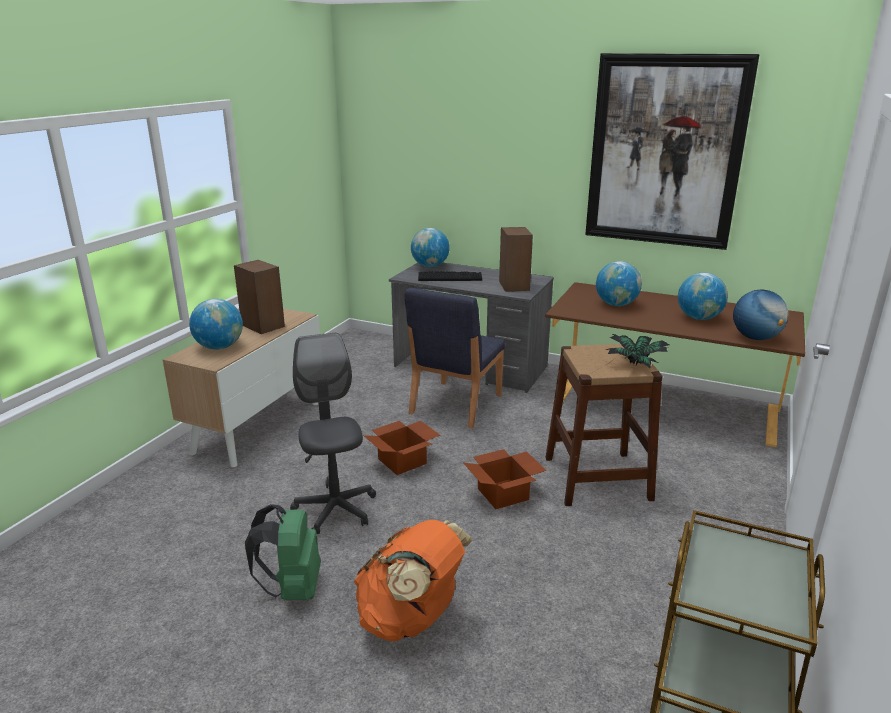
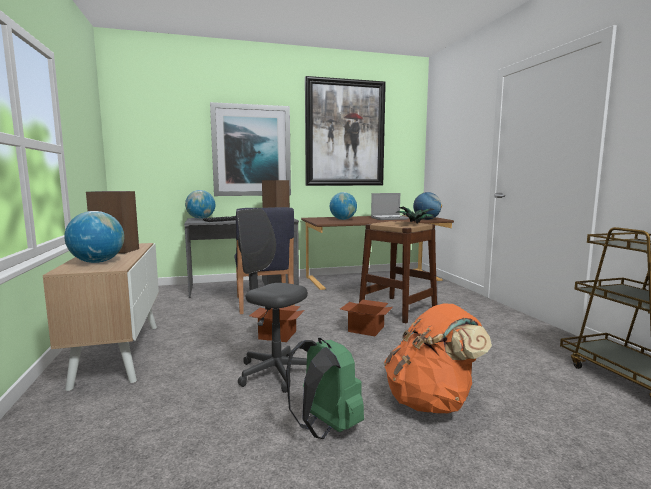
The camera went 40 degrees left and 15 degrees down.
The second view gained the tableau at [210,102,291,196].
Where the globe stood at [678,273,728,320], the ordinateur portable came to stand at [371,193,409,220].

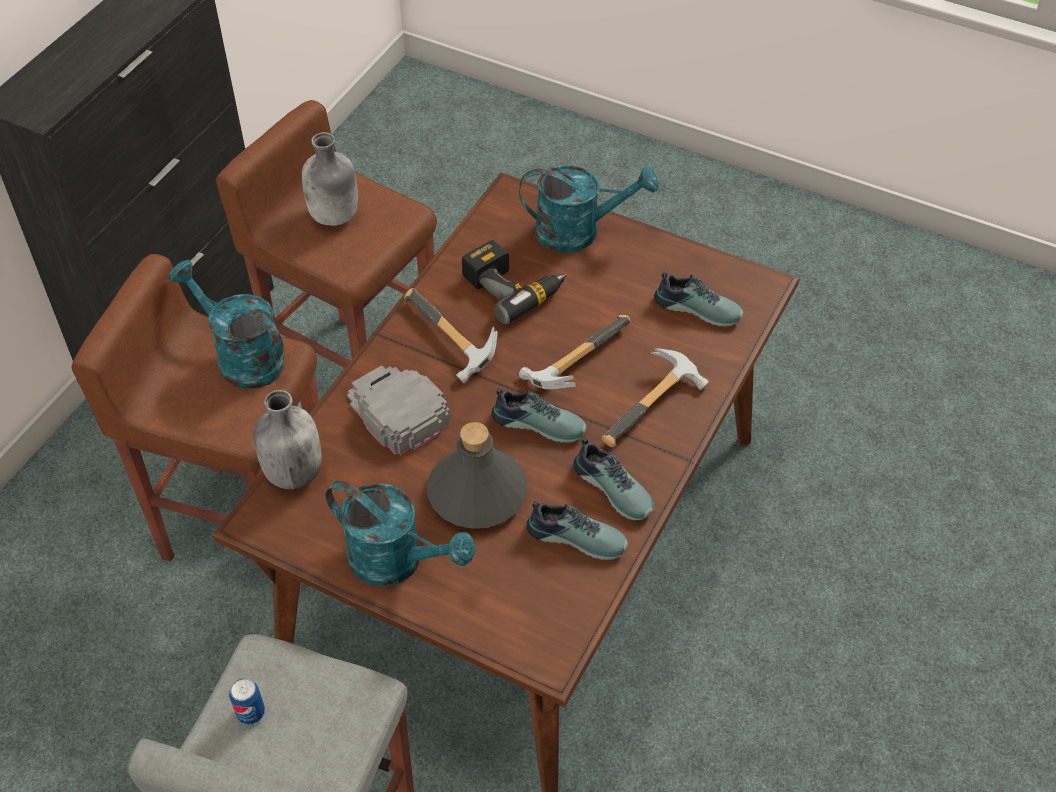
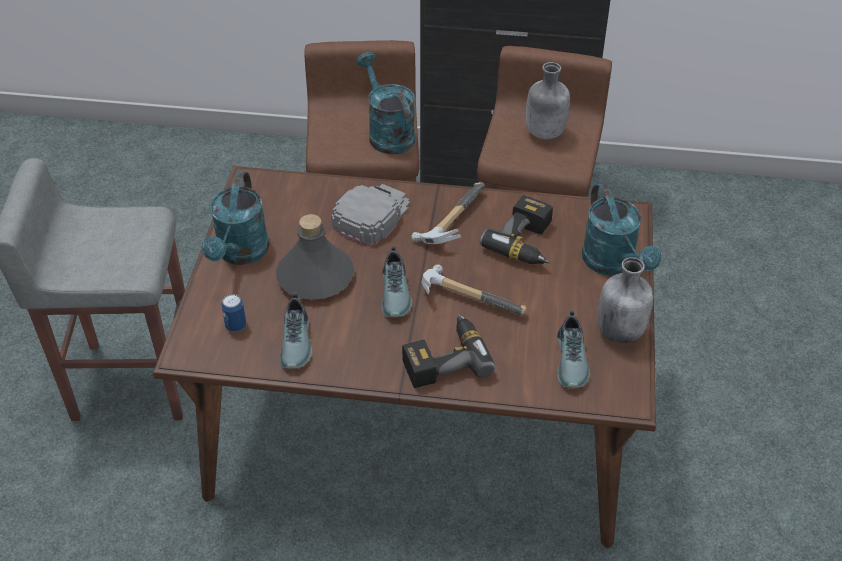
The camera went 70 degrees right and 5 degrees down.
The boîte métallique ended up elsewhere, having gone from [229,678,265,724] to [221,294,246,332].
The arrosoir (turquoise) at [169,260,284,389] ended up facing another way, 45 degrees counterclockwise from before.
Where the marteau stood at [602,348,709,447], the perceuse came to stand at [402,313,495,388].
The bouteille (gris) ended up elsewhere, having gone from [254,390,322,489] to [598,257,653,343].
The second view lost the chaussure at [573,438,654,520].

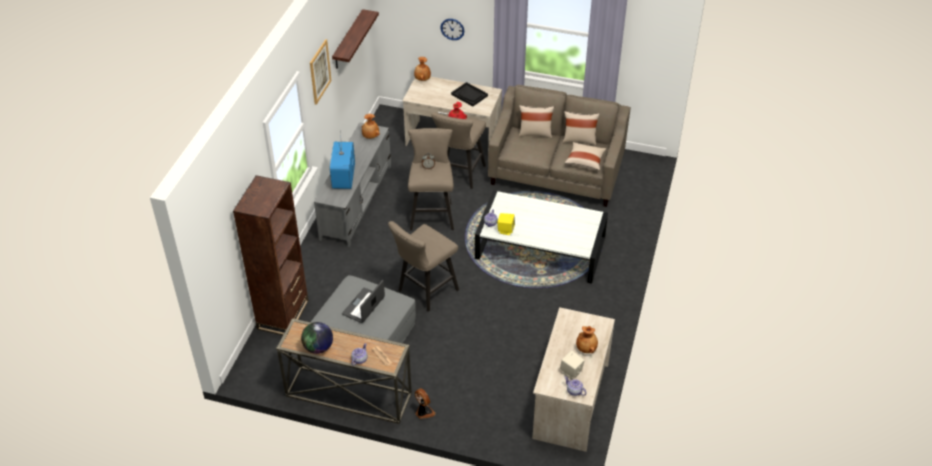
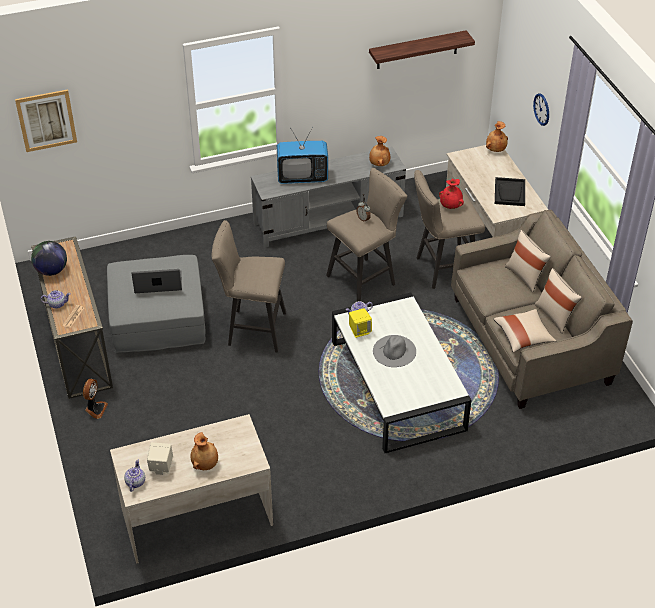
The camera went 55 degrees right and 0 degrees up.
The tableau ended up elsewhere, having gone from [310,39,332,105] to [15,89,77,152].
The téléviseur at [330,142,355,189] ended up facing another way, 150 degrees counterclockwise from before.
The second view gained the chapeau (gris) at [373,335,416,367].
The second view lost the bibliothèque (marron) at [233,175,309,335].

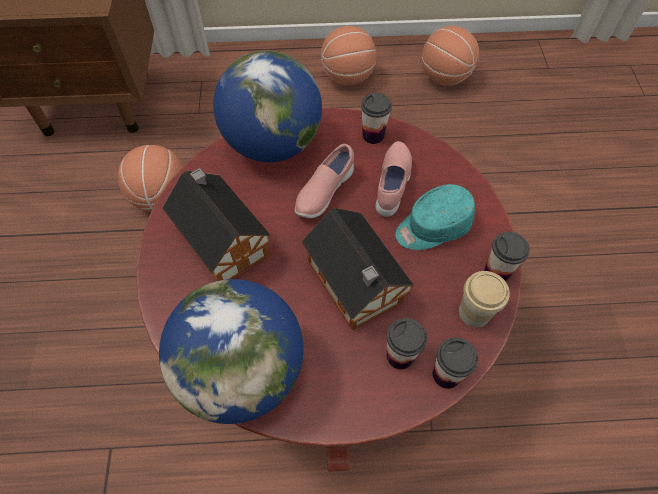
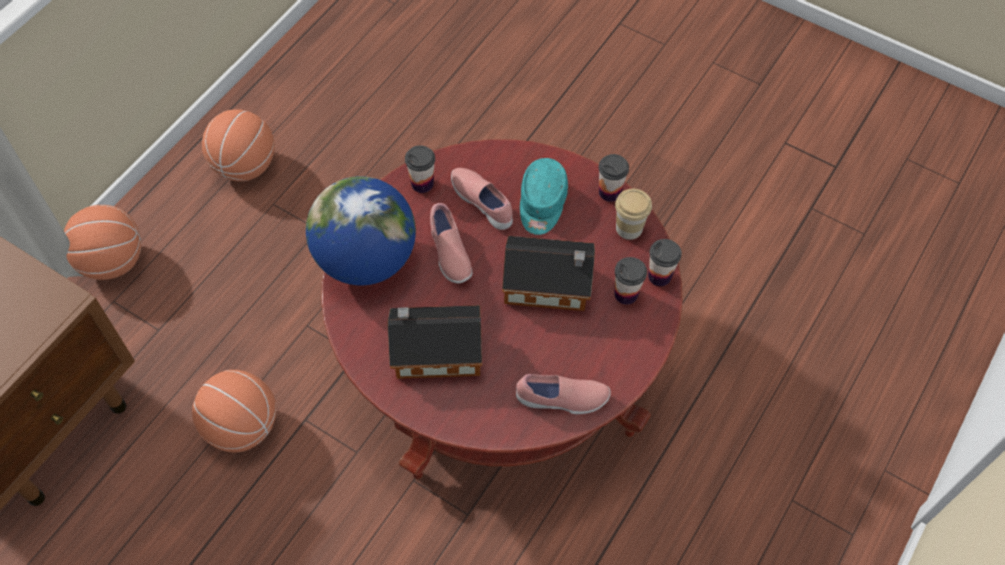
The camera went 55 degrees left and 0 degrees up.
The ballon de basket ended up elsewhere, having gone from [421,26,479,86] to [64,205,141,280].
Where the globe stood at [159,279,304,424], the chaussure (rose) came to stand at [516,374,611,414].

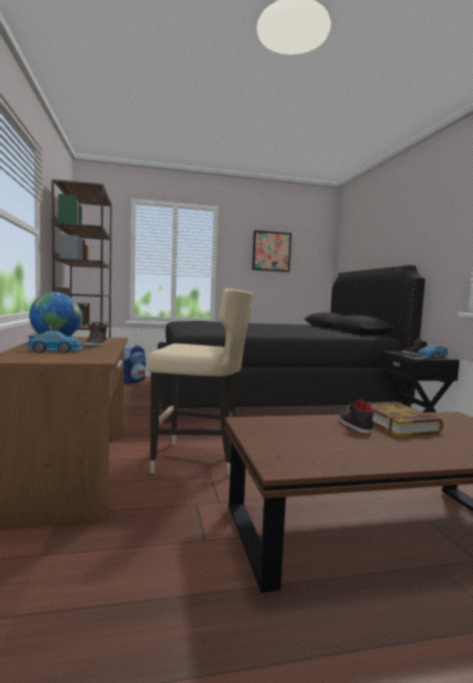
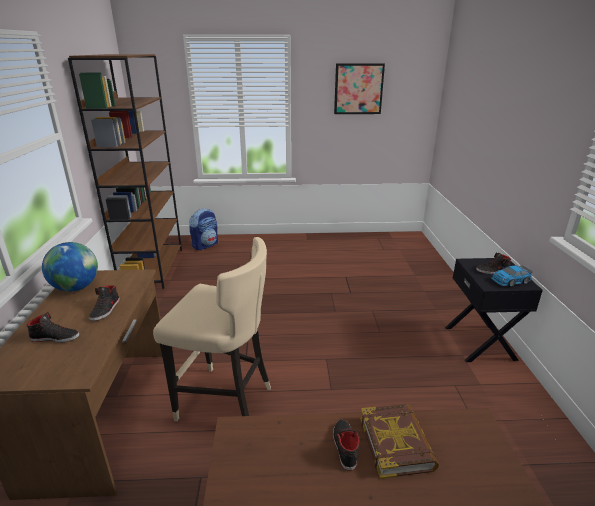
The camera went 10 degrees right and 20 degrees up.
Where the petite voiture stood at [28,331,83,353], the chaussure (noir) came to stand at [27,312,80,343].
The second view lost the lit (noir) at [158,265,425,422].

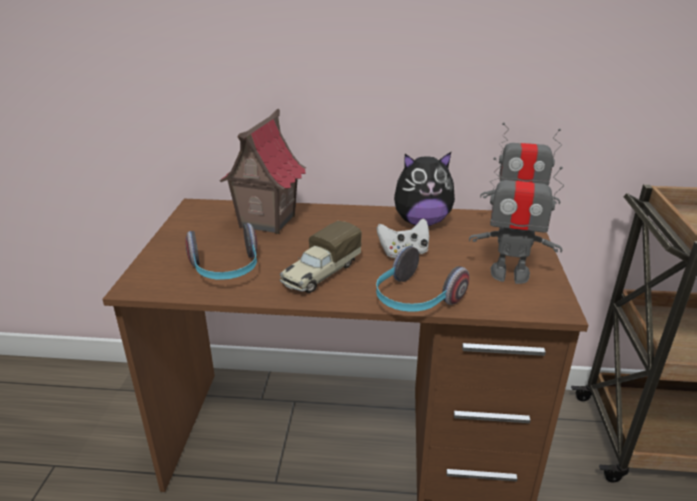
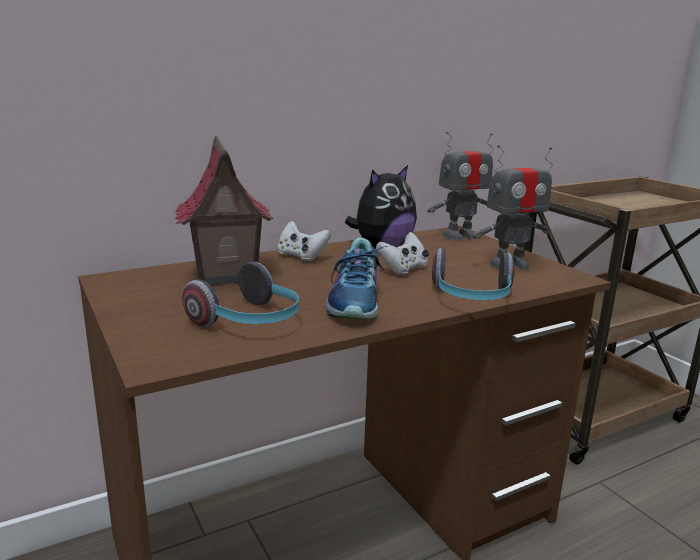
The camera went 35 degrees left and 10 degrees down.
The second view gained the manette (blanc) at [278,221,331,262].
Where the camion jouet stood at [280,221,362,293], the chaussure came to stand at [325,238,389,320].

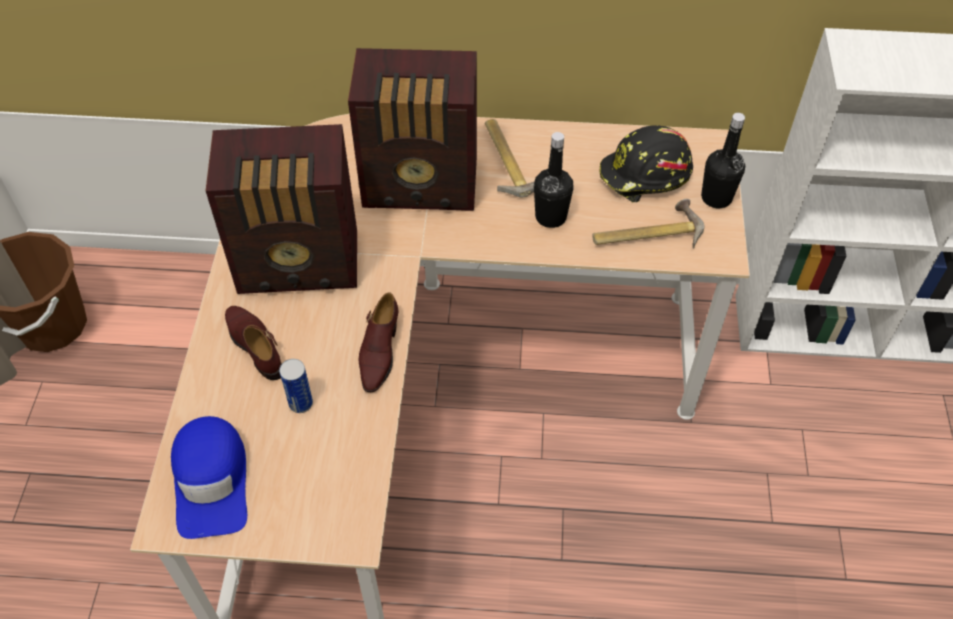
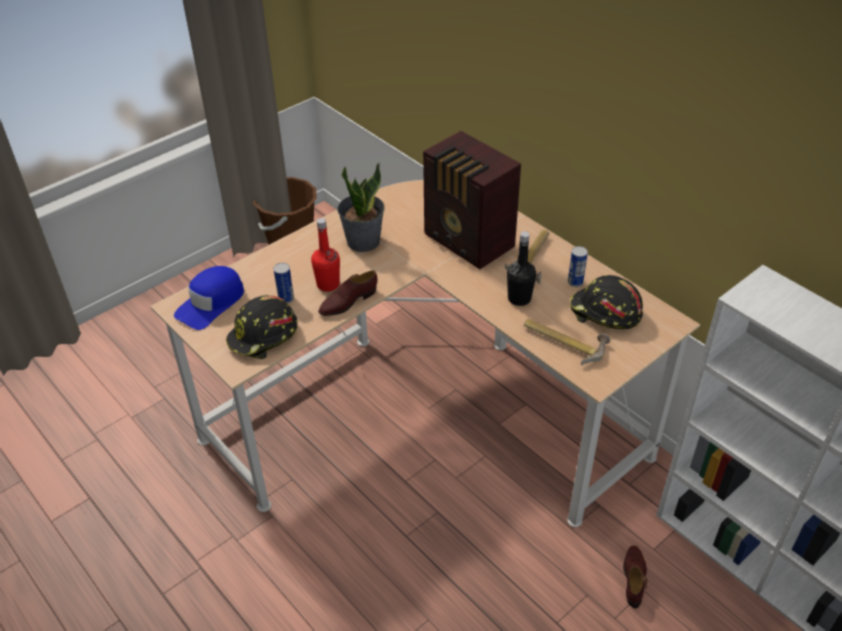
The camera went 45 degrees right and 10 degrees down.
The second view gained the casque de chantier (noir) at [226,295,298,359].
The second view gained the bouteille (rouge) at [311,218,340,292].
Where the radio stood at [206,124,357,294], the plante en pot came to stand at [337,163,385,252].
The second view gained the boîte métallique at [568,246,588,287].
The chaussure (marron) ended up elsewhere, having gone from [225,306,282,380] to [623,546,647,608].
The second view lost the bouteille (noir) at [701,113,745,208].

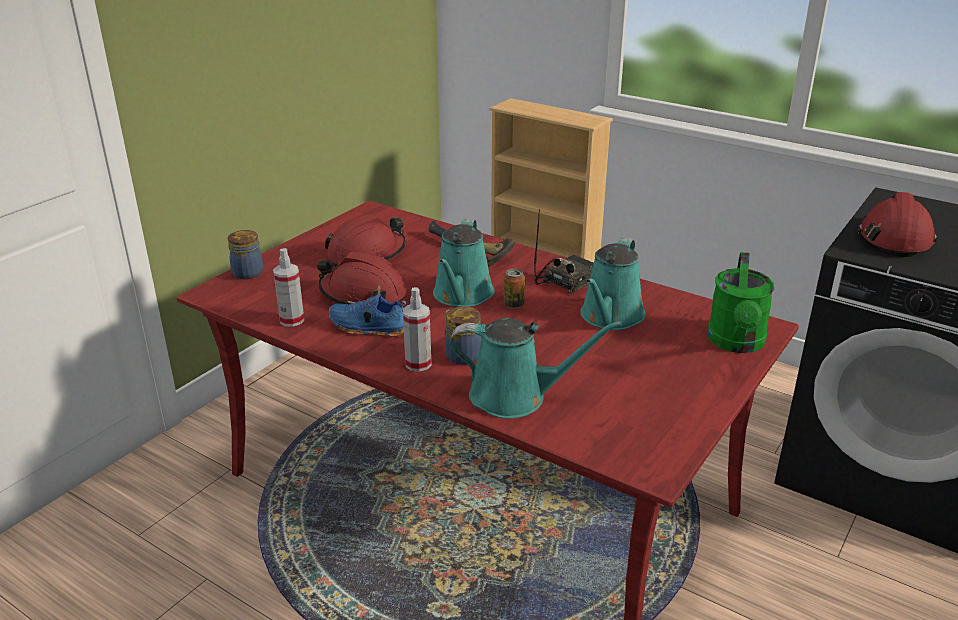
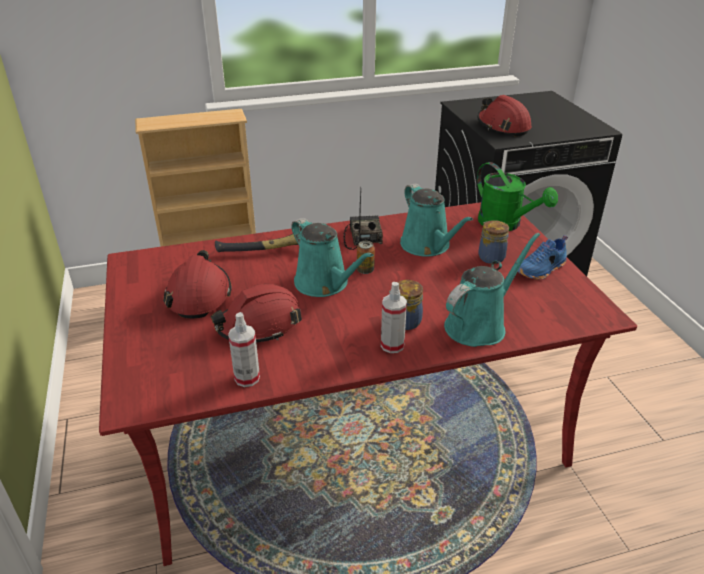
The camera went 50 degrees left and 5 degrees up.
The bocal ended up elsewhere, having gone from [228,230,263,279] to [478,220,509,264].
The chaussure (bleu) ended up elsewhere, having gone from [329,294,406,337] to [517,235,568,280].

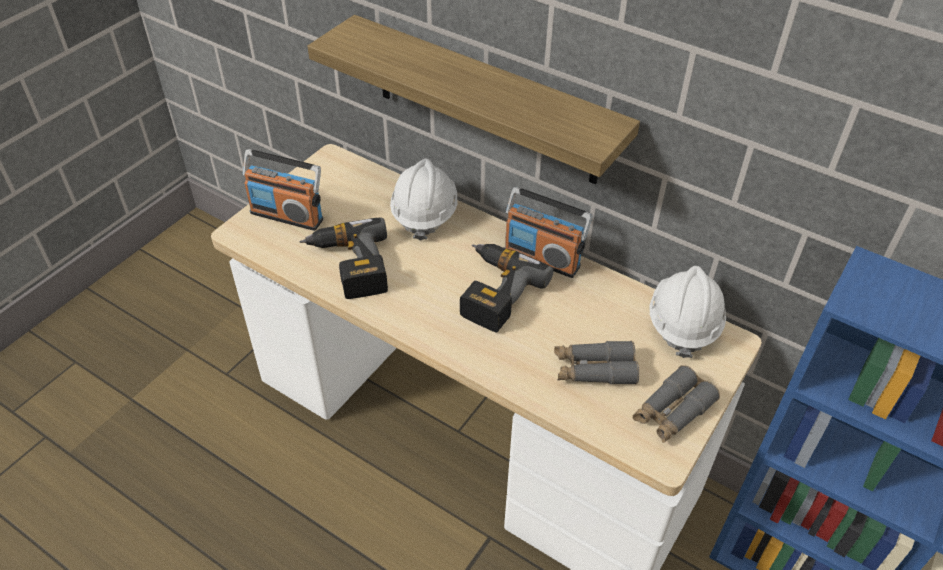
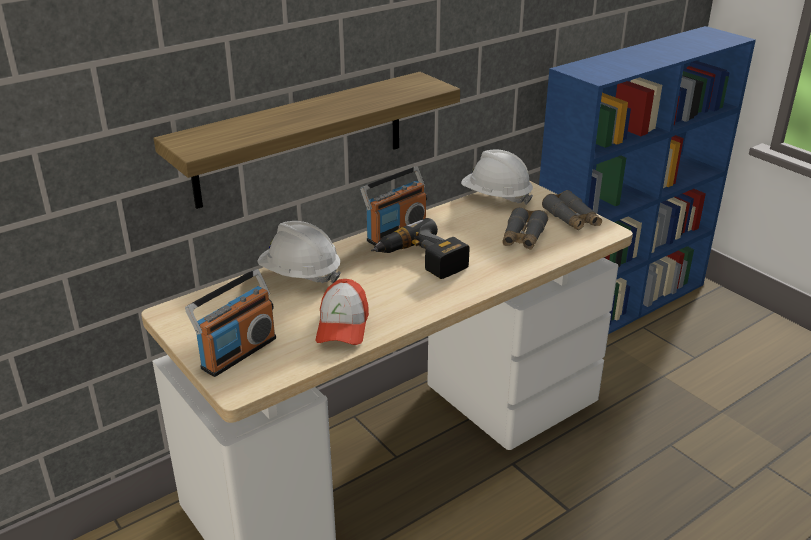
The camera went 70 degrees left and 15 degrees down.
Where the perceuse stood at [299,217,388,299], the casquette came to stand at [316,279,369,345].

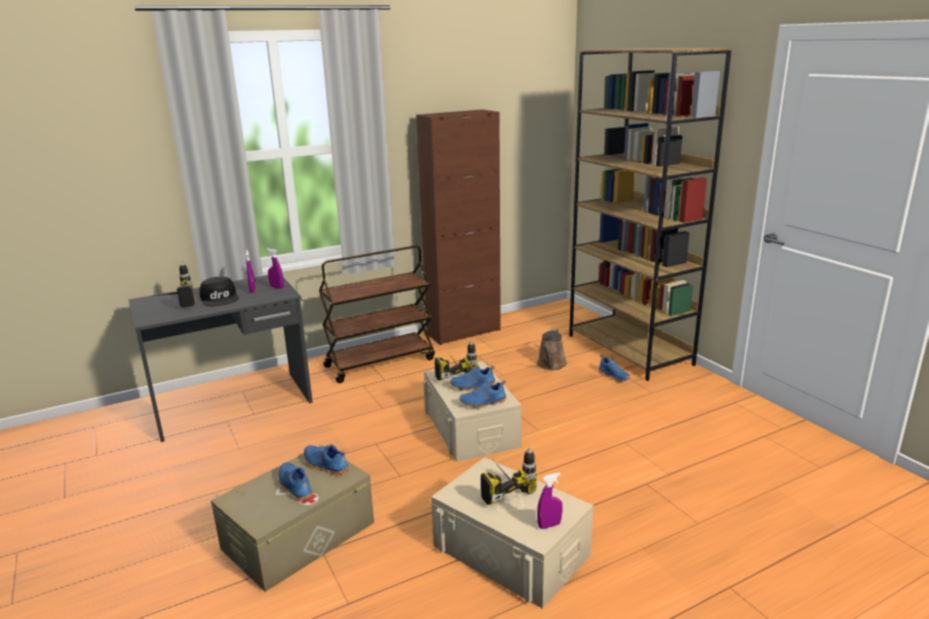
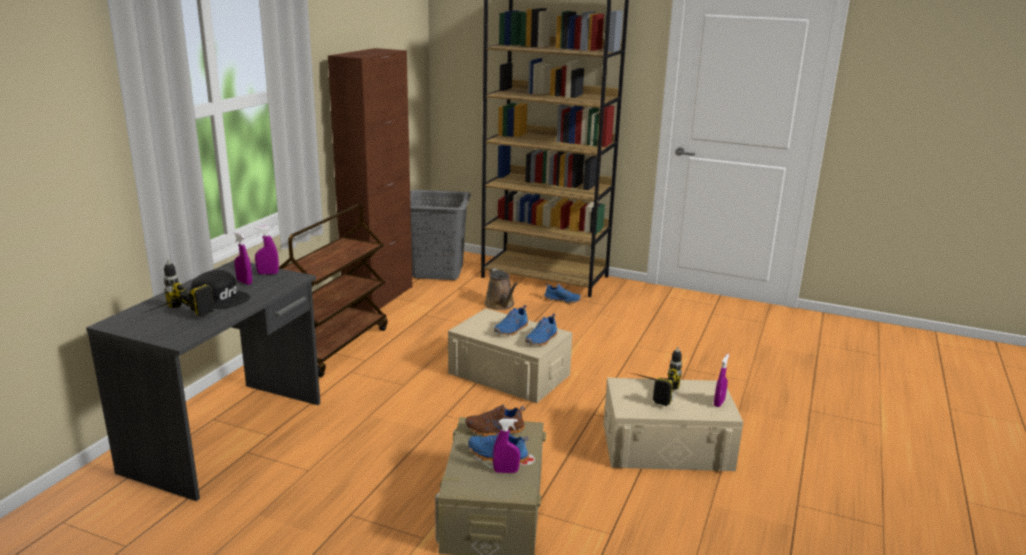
The camera went 40 degrees left and 0 degrees up.
The second view gained the panier à linge (gris) at [410,190,471,280].
What was the chaussure (bleu) at [304,444,350,475] turned into the chaussure (marron) at [465,404,525,436].
The second view gained the vaporisateur (violet) at [493,419,520,473].
The second view lost the perceuse at [435,341,478,381].

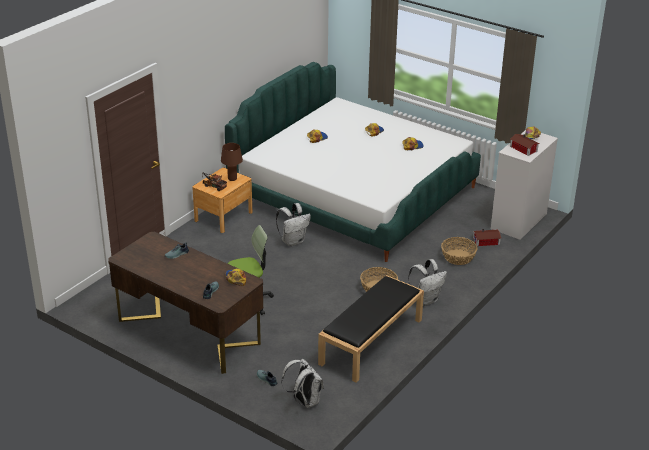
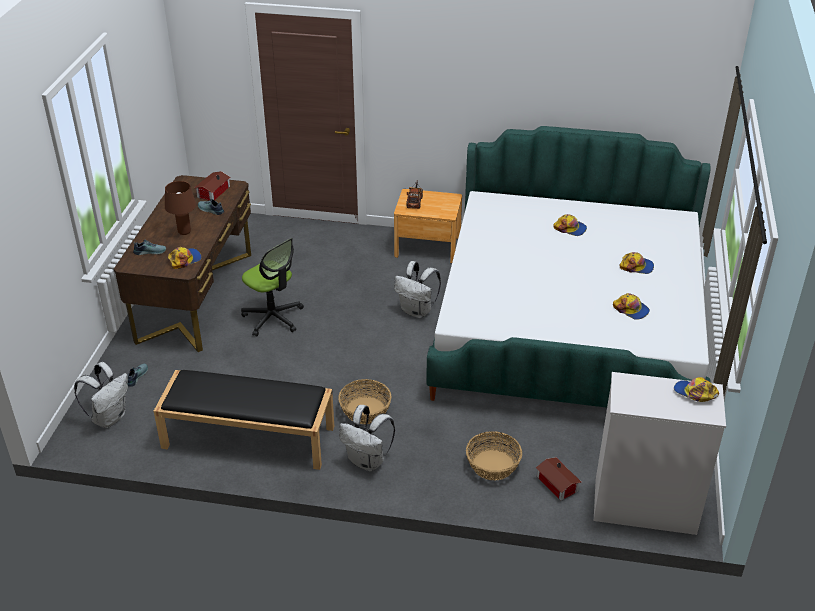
The camera went 65 degrees right and 5 degrees up.
The lampe de table (marron) ended up elsewhere, having gone from [221,143,243,181] to [165,181,196,235].
The maison miniature ended up elsewhere, having gone from [510,134,539,156] to [195,171,230,201].

